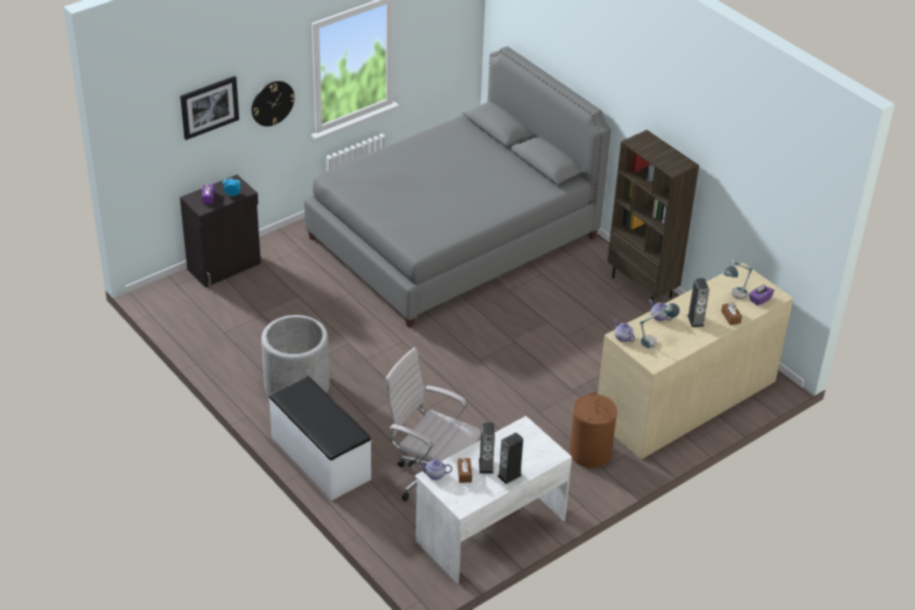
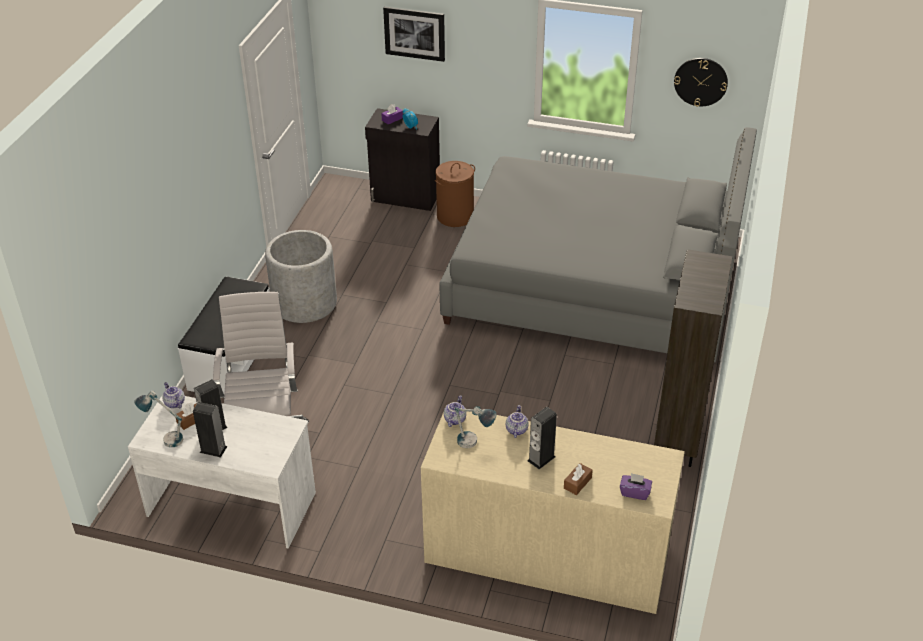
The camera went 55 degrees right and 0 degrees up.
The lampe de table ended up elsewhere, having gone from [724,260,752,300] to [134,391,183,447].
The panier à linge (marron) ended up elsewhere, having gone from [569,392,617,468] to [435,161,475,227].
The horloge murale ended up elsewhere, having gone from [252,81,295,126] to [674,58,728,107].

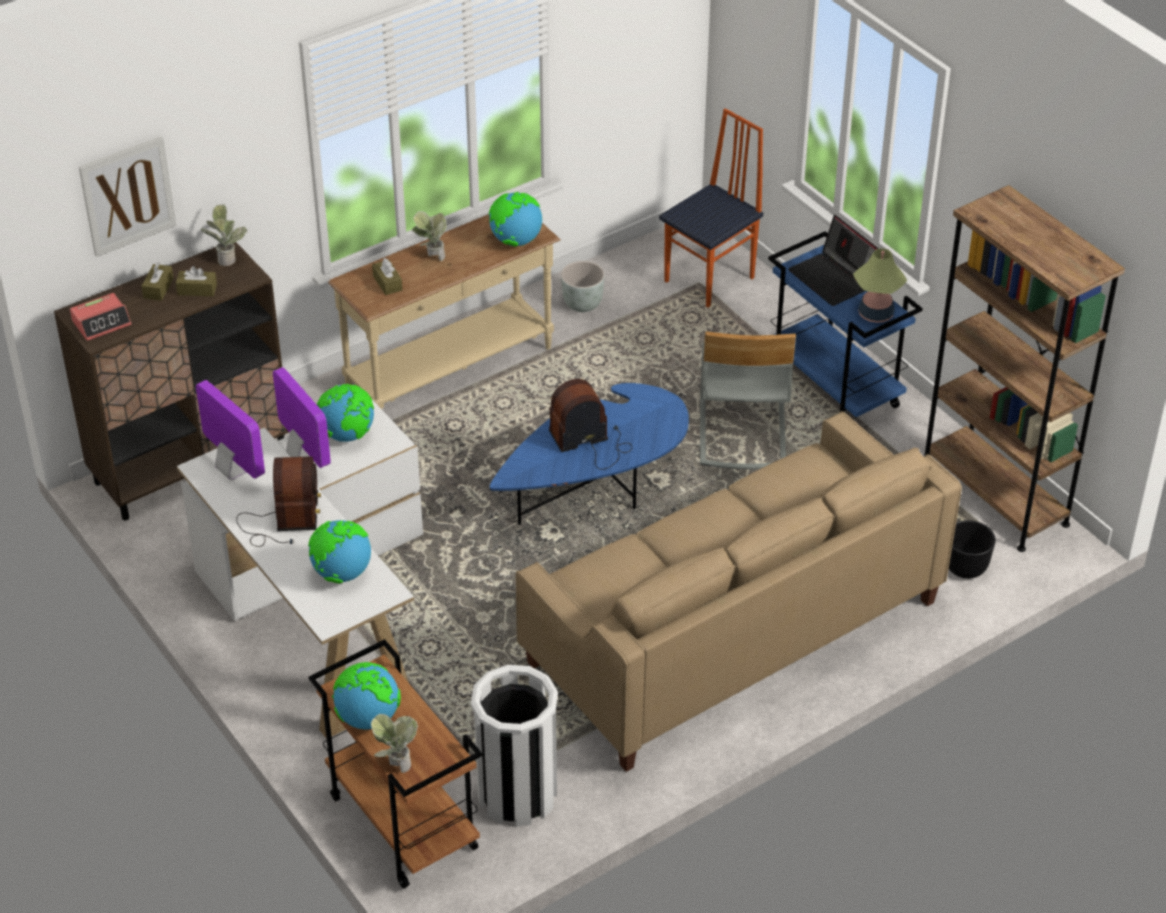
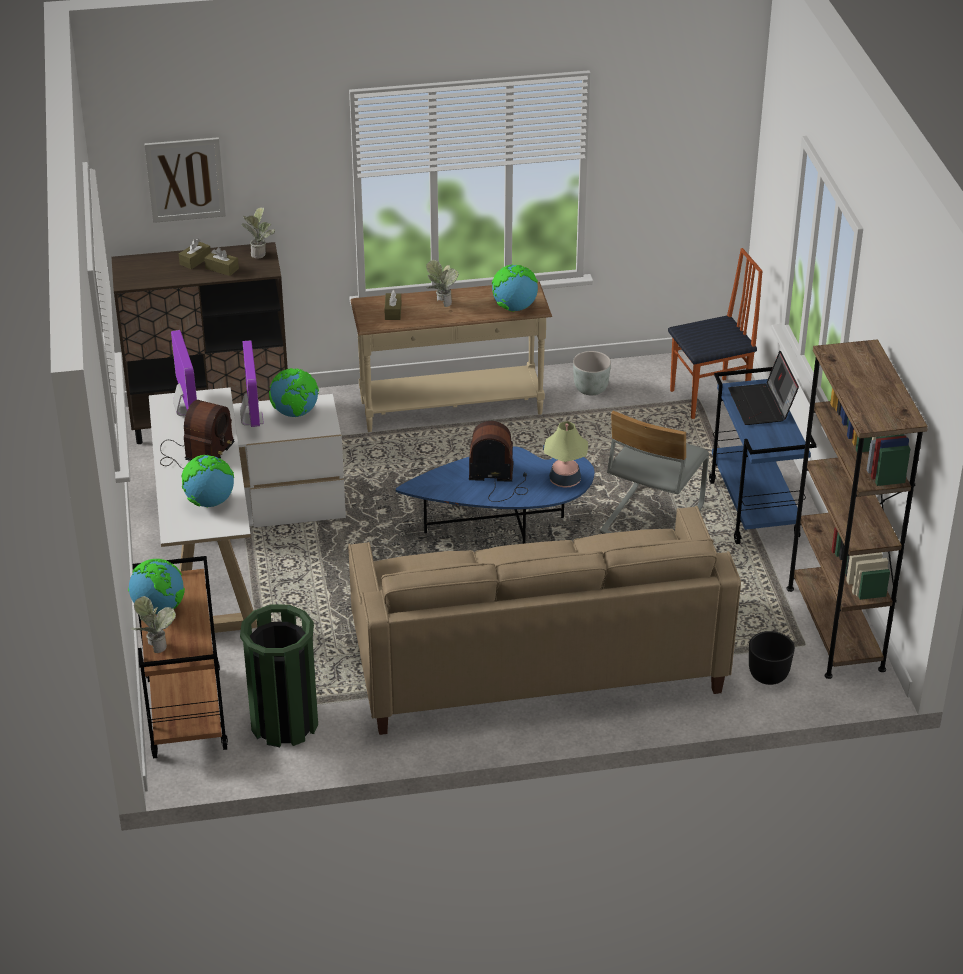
The camera went 25 degrees right and 5 degrees down.
What was the poubelle (blanc) at [471,665,558,827] turned into the poubelle (vert) at [240,605,318,747].
The lampe de table ended up elsewhere, having gone from [853,248,907,323] to [544,421,588,488].
The second view lost the réveil at [70,293,131,341].

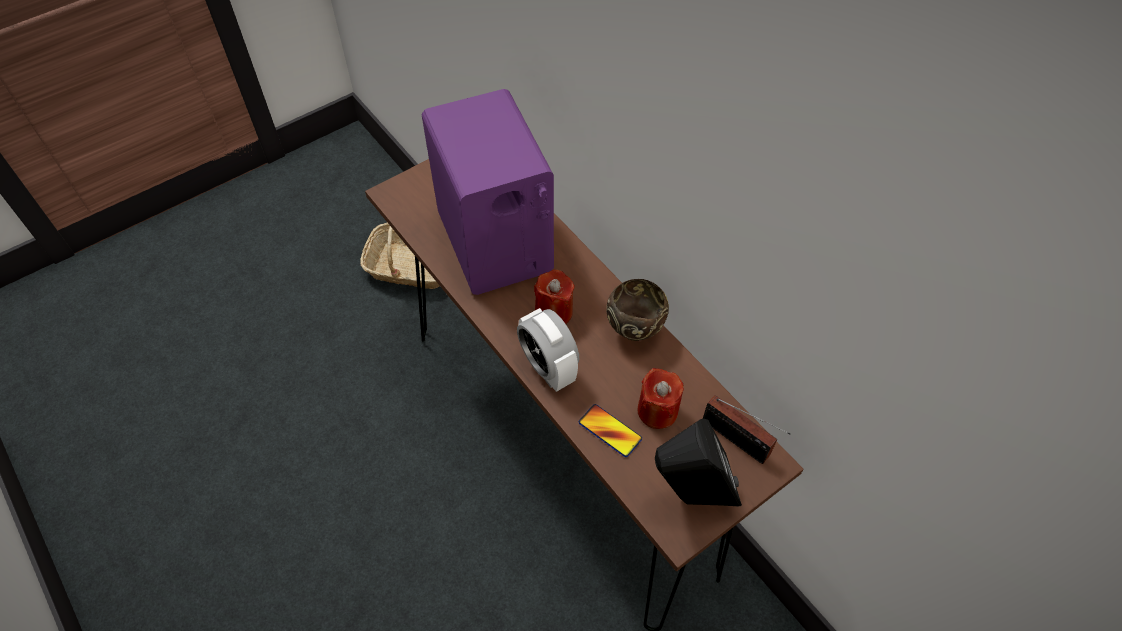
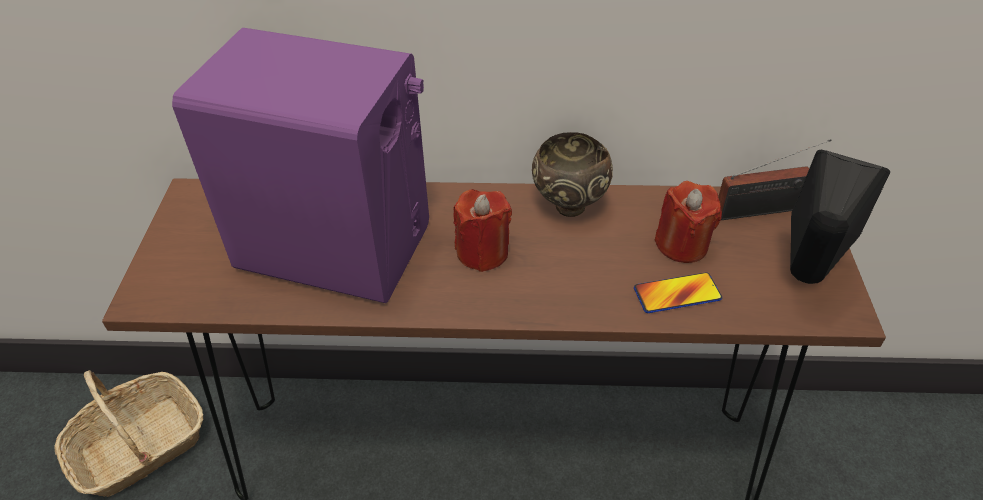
The camera went 50 degrees left and 10 degrees down.
The second view lost the réveil at [517,308,579,392].

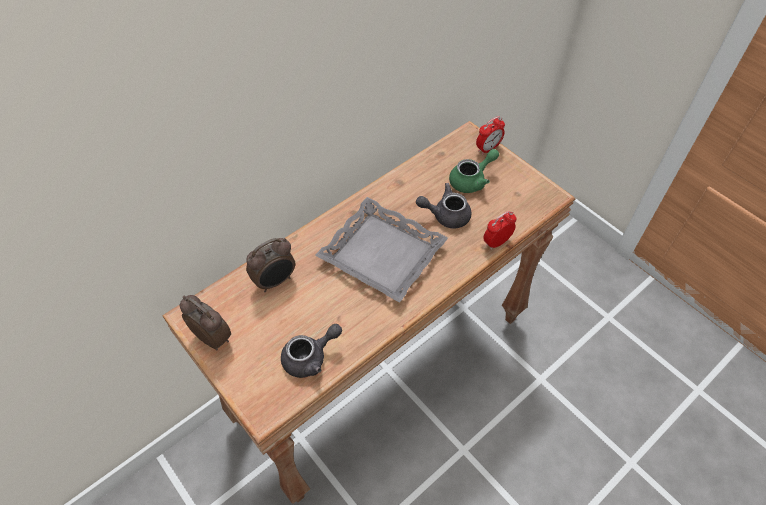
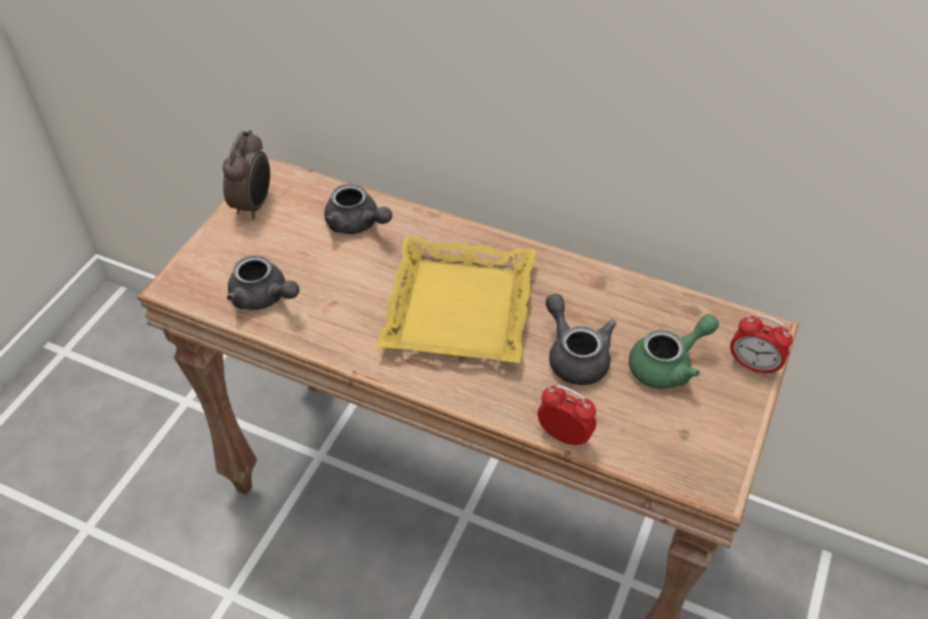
The camera went 65 degrees right and 5 degrees down.
Where the réveil stood at [246,238,295,292], the théière (gris) came to stand at [324,183,392,234].
What was the plateau (gris) at [315,197,448,303] turned into the plateau (jaune) at [376,236,536,363].
The théière (vert) at [449,149,499,193] ended up facing another way, 60 degrees counterclockwise from before.

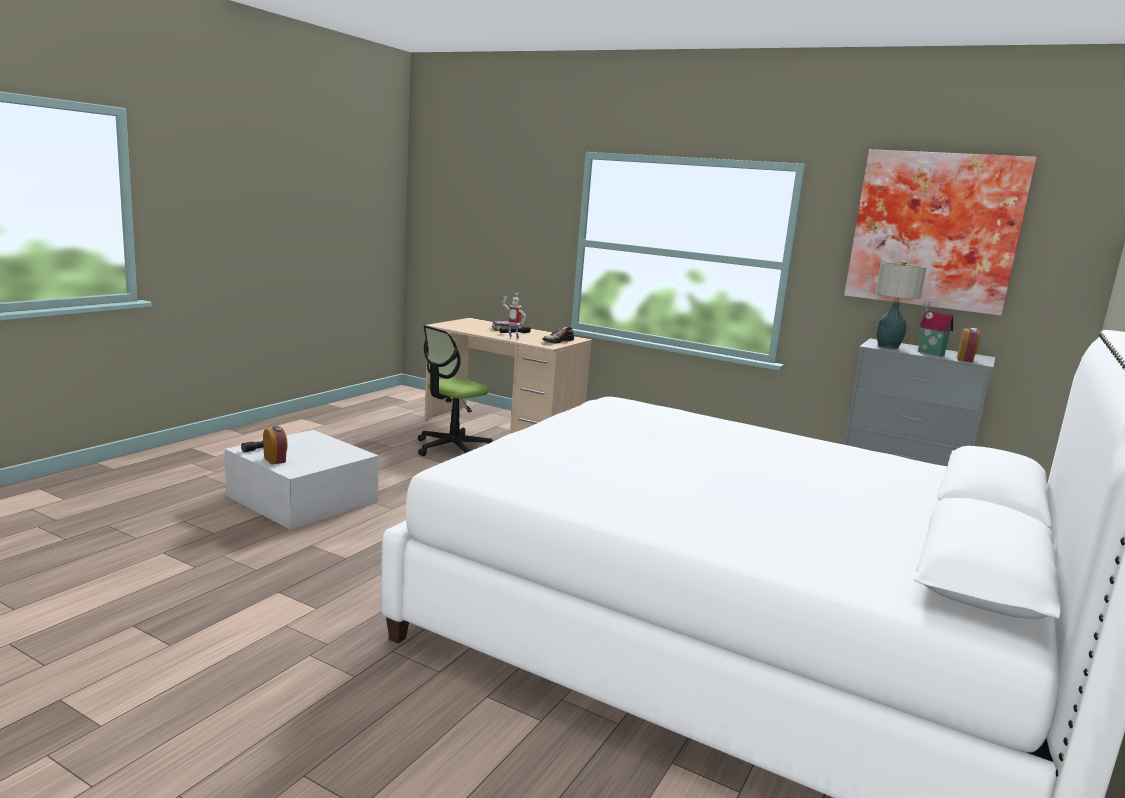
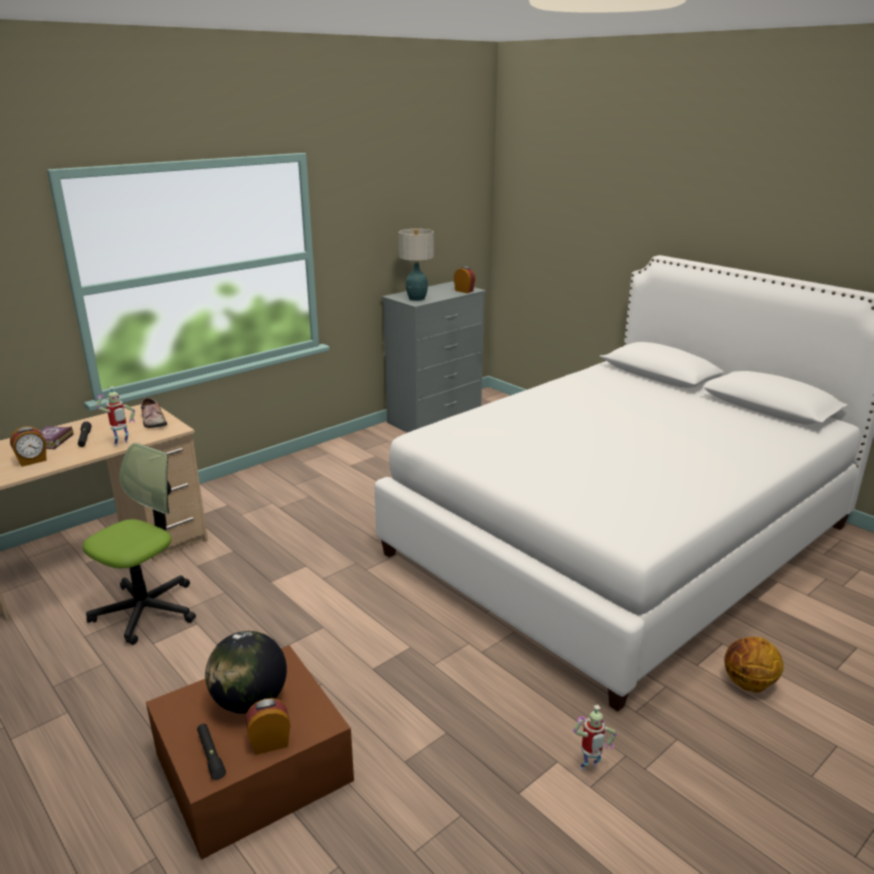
The camera went 70 degrees left and 10 degrees up.
The second view gained the réveil at [10,426,46,467].
The chaise de bureau at [418,325,492,456] ended up facing another way, 120 degrees counterclockwise from before.
What was the boîte de rangement (blanc) at [225,430,379,530] turned into the boîte de rangement (marron) at [146,645,354,860].
The second view gained the globe at [205,631,287,714].
The second view gained the robot jouet at [573,705,617,771].
The second view gained the ballon de basket at [724,637,784,693].
The second view lost the tableau at [844,149,1037,316].
The second view lost the maison miniature at [918,301,953,356].

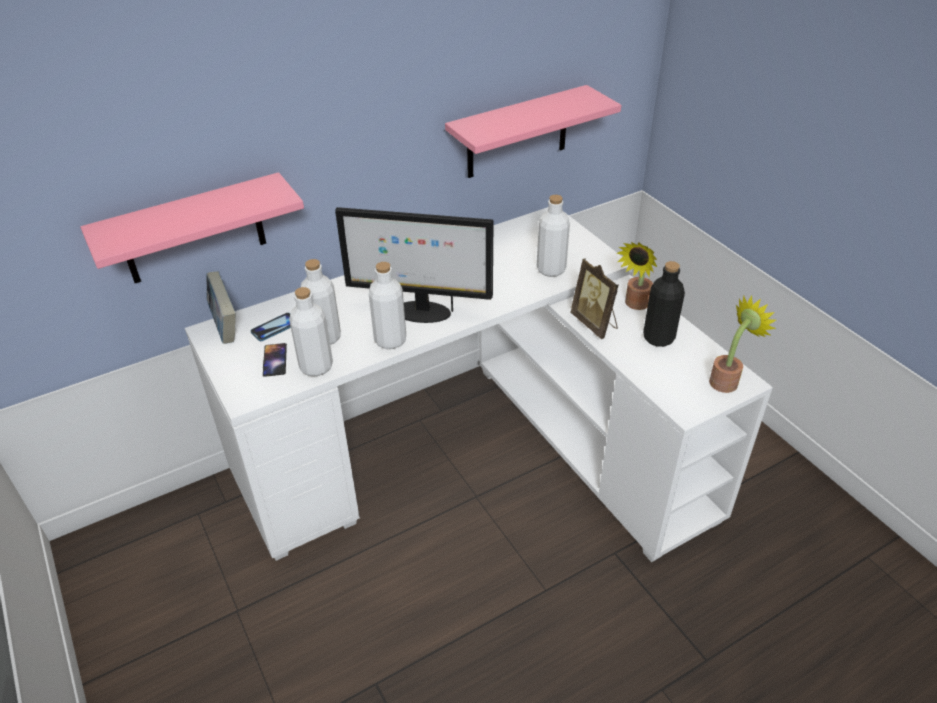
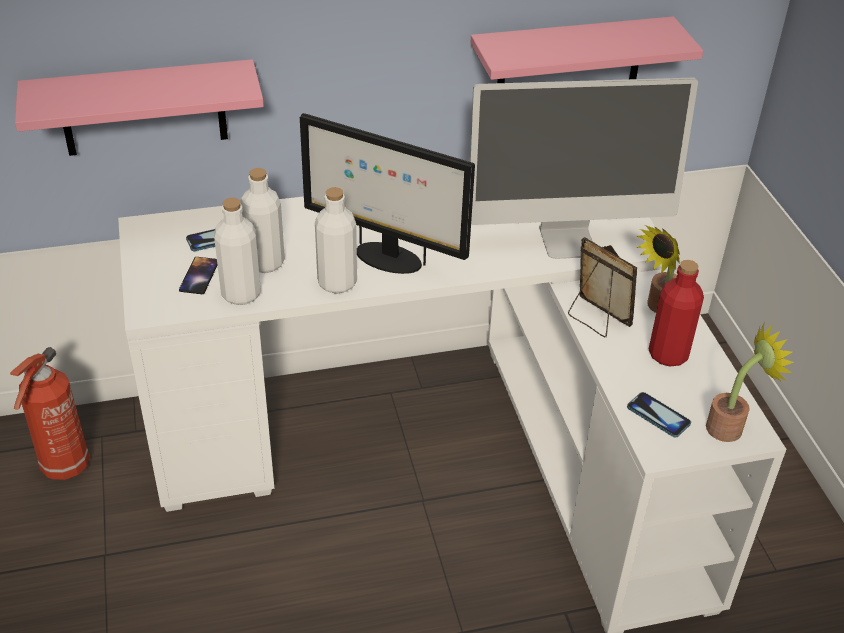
The camera went 15 degrees right and 0 degrees up.
The second view gained the extincteur at [10,347,90,480].
Where the bouteille (blanc) stood at [537,195,570,277], the écran d'ordinateur came to stand at [470,78,698,259].
The cadre photo at [571,258,619,339] ended up facing another way, 150 degrees clockwise from before.
The second view gained the téléphone at [627,392,691,437].
What was the bouteille (noir) at [643,261,685,347] turned into the bouteille (rouge) at [649,260,704,367].
The second view lost the livre at [206,271,236,344].

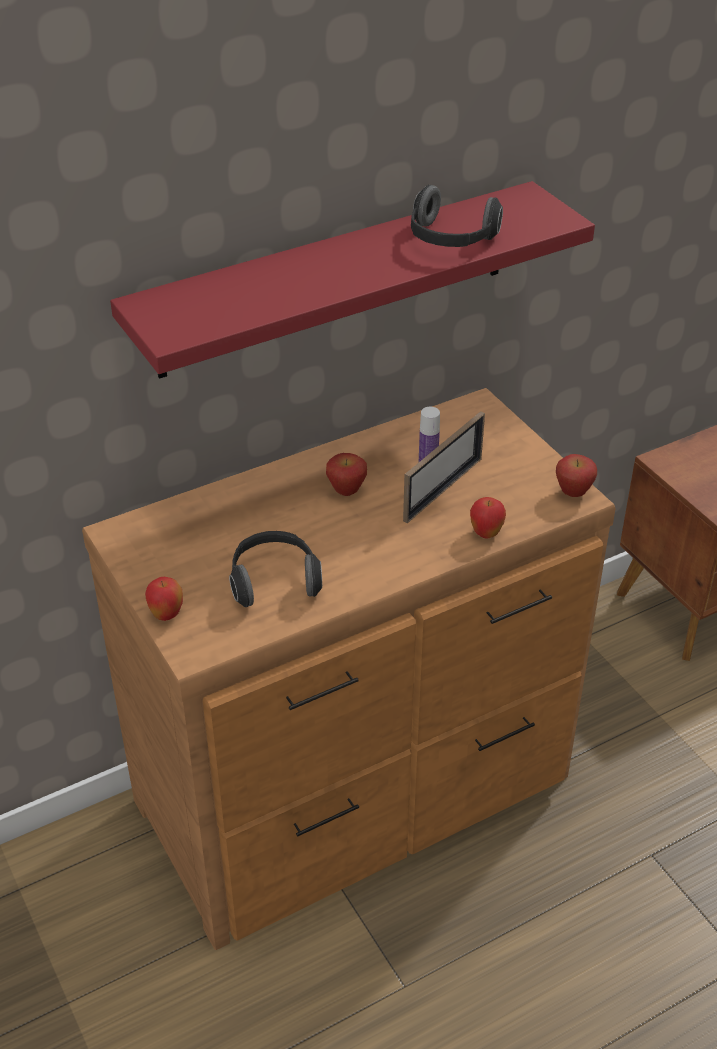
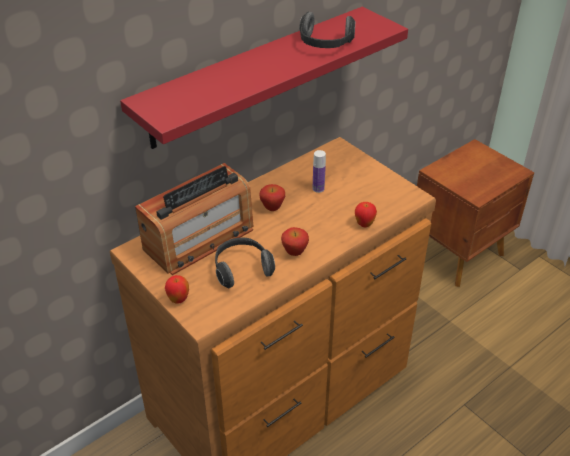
The camera went 10 degrees left and 0 degrees up.
The second view gained the radio at [135,163,253,275].
The pomme ended up elsewhere, having gone from [556,454,597,497] to [281,227,309,256].
The second view lost the cadre photo at [403,411,485,523].

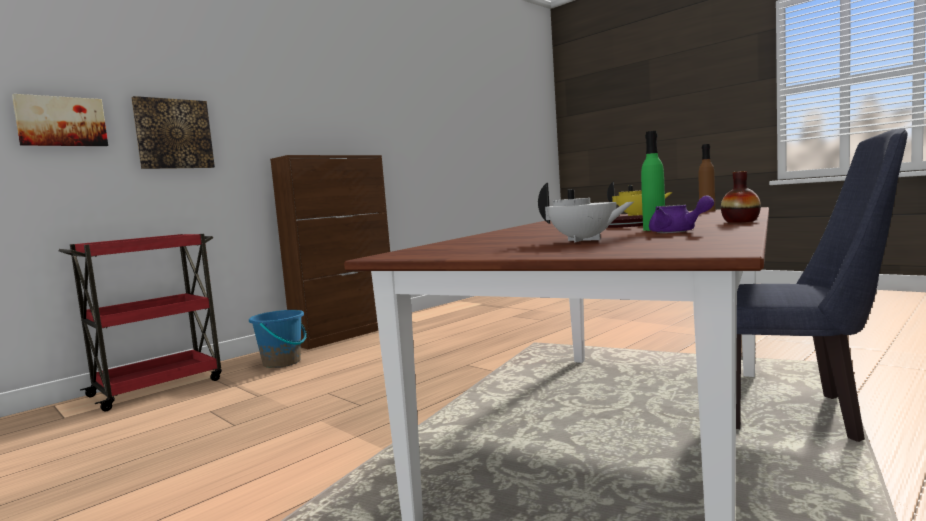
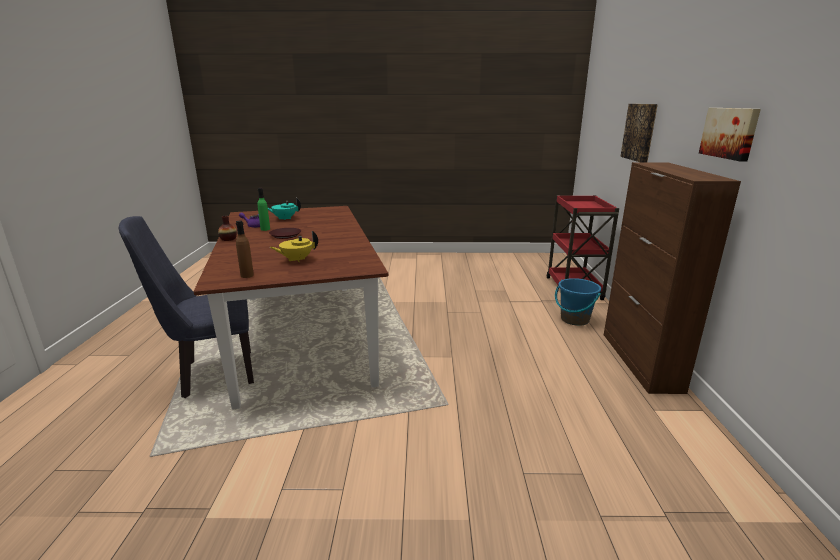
The camera went 135 degrees right and 15 degrees up.
What was the théière (blanc) at [538,183,634,242] turned into the théière (turquoise) at [268,198,301,220].
The tableau ended up elsewhere, having gone from [12,94,108,146] to [699,108,761,162].

